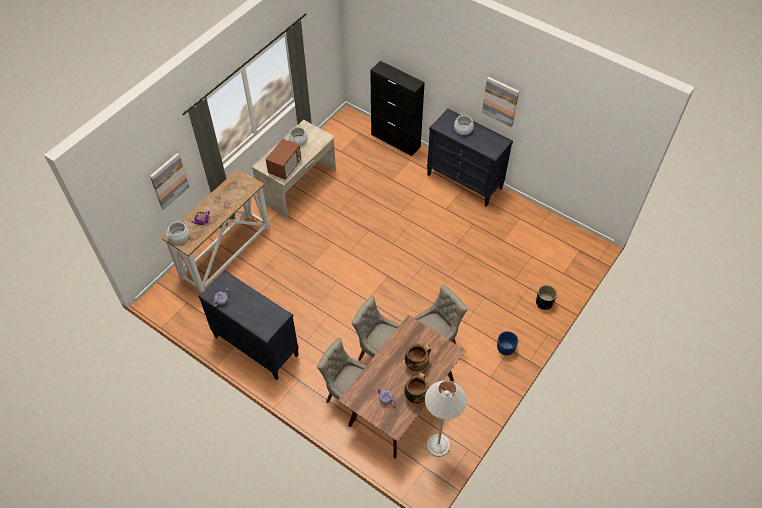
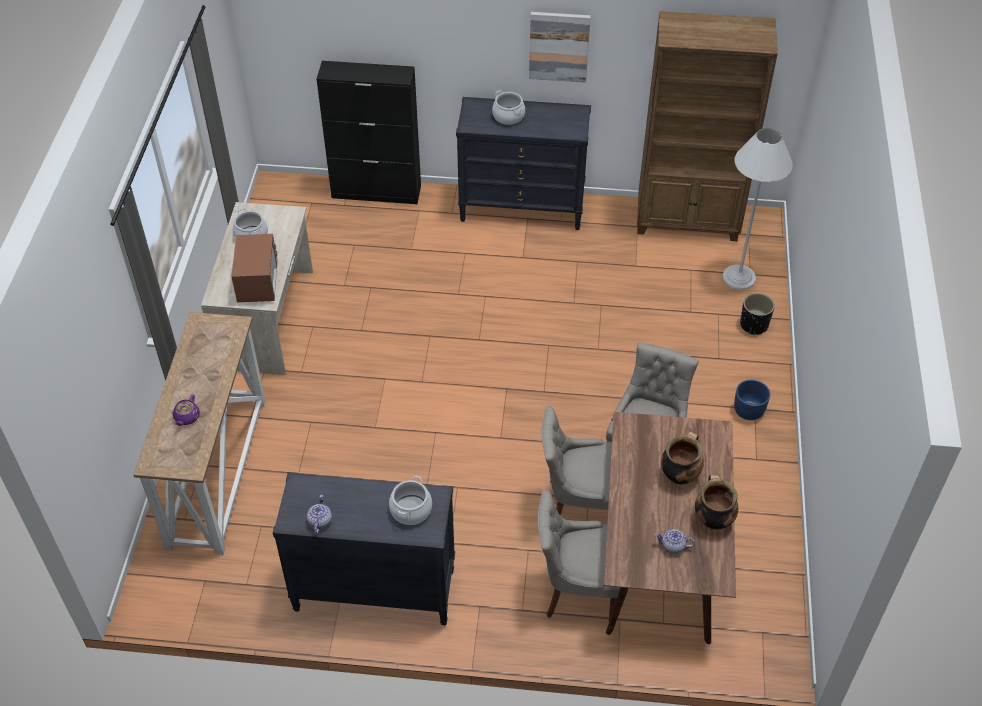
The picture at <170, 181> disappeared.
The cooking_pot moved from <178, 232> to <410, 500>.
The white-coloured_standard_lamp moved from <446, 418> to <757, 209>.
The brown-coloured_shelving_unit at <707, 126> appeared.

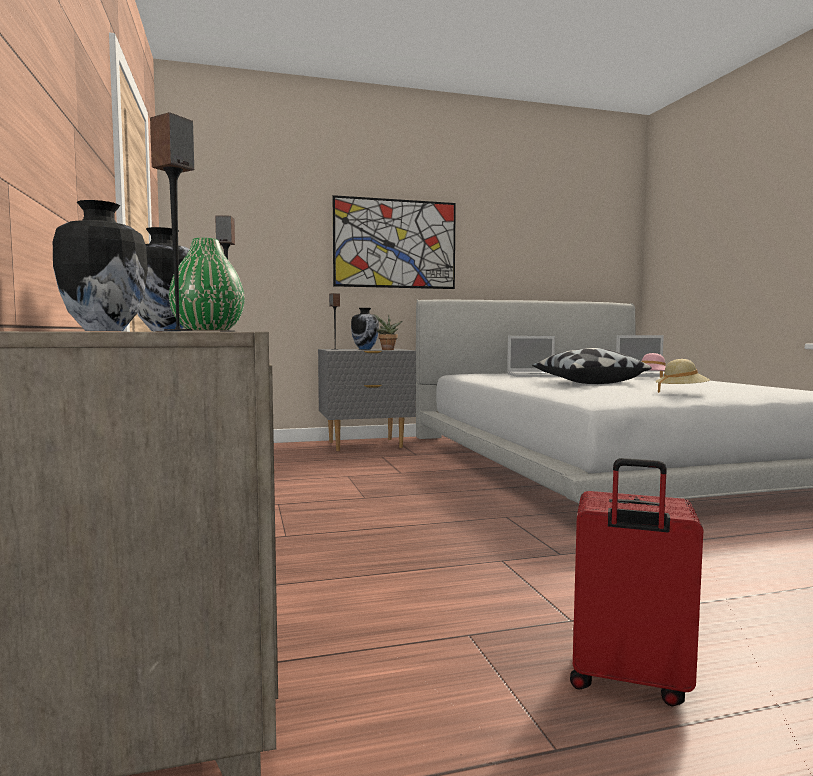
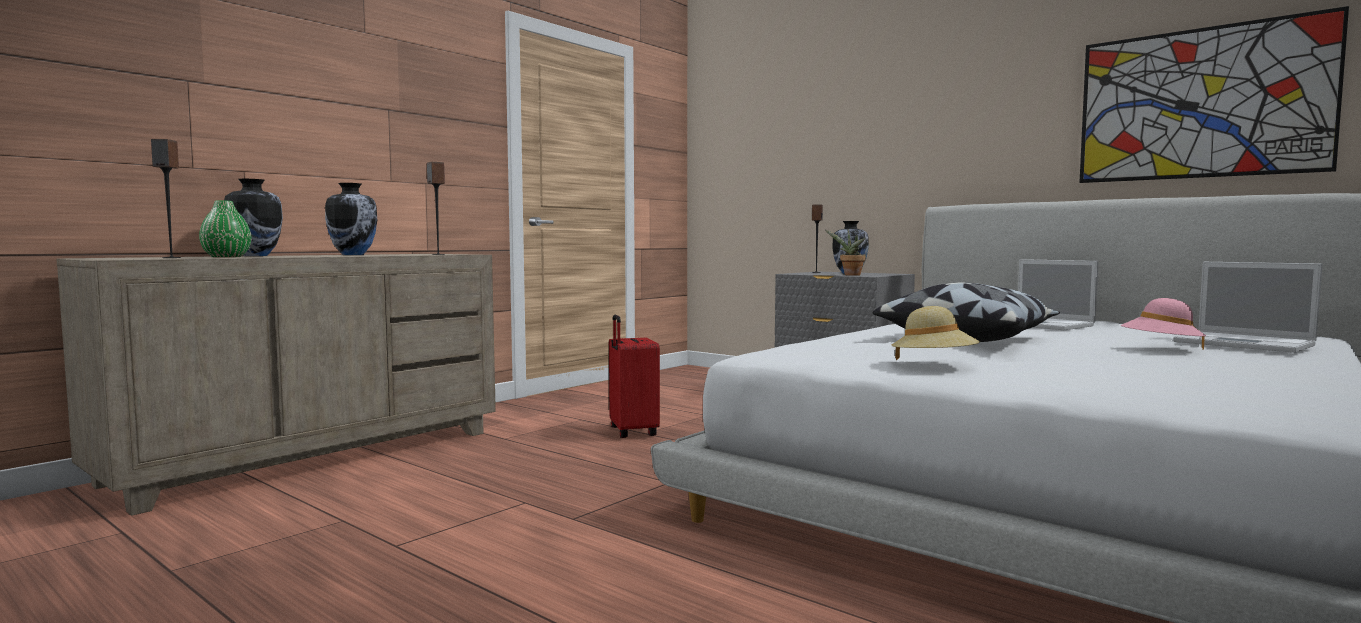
The picture moved from <394, 242> to <1214, 94>.
The red_travel_case moved from <636, 582> to <634, 376>.

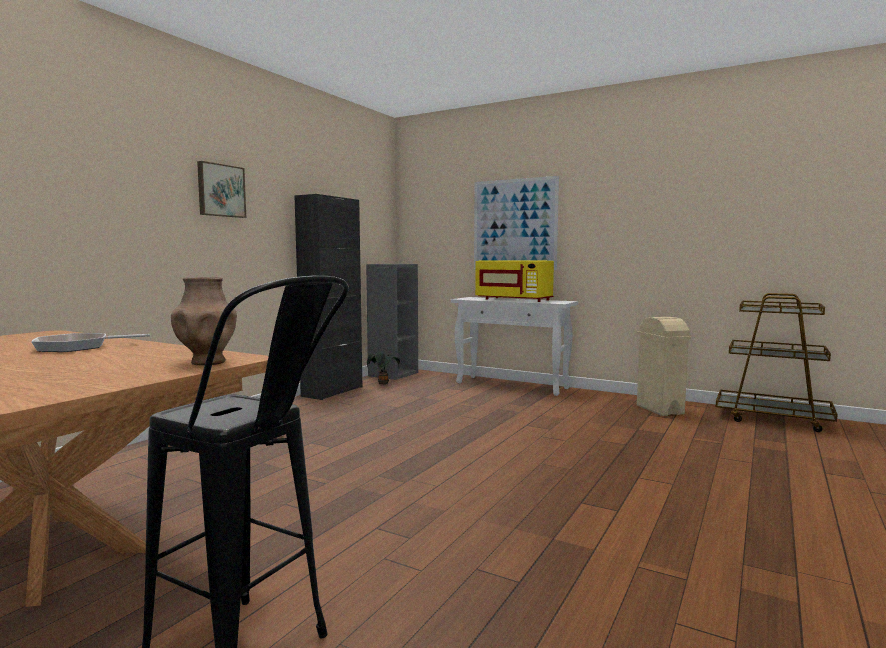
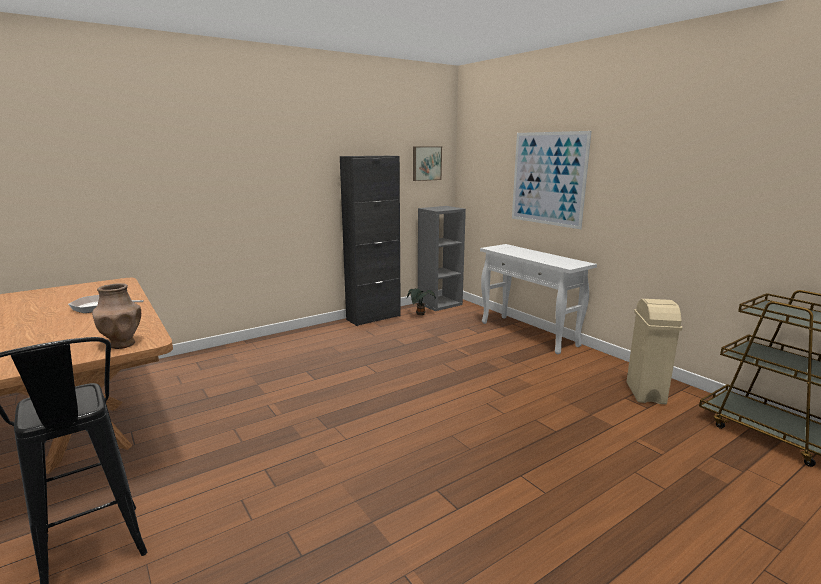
The picture moved from <221, 189> to <427, 164>.
The yellow_kitchen_microwave at <514, 281> disappeared.

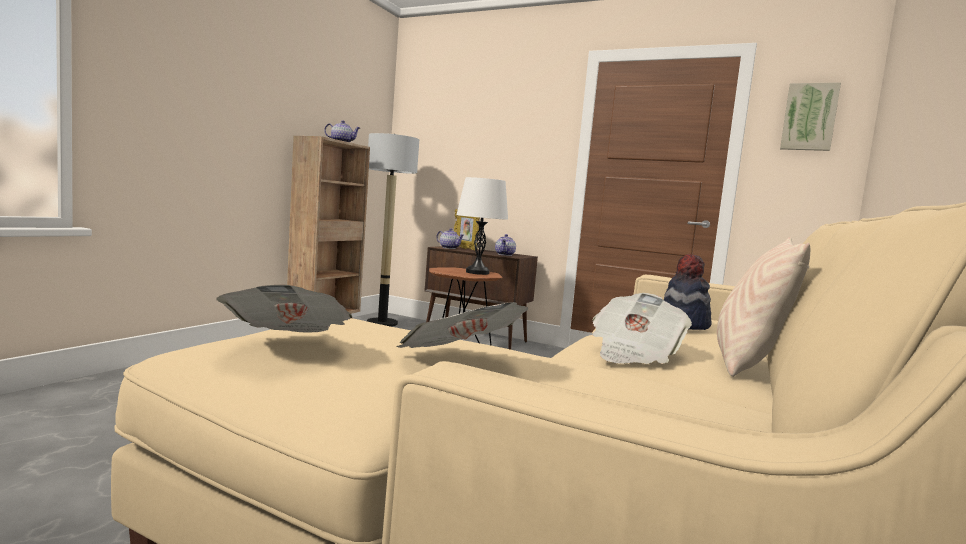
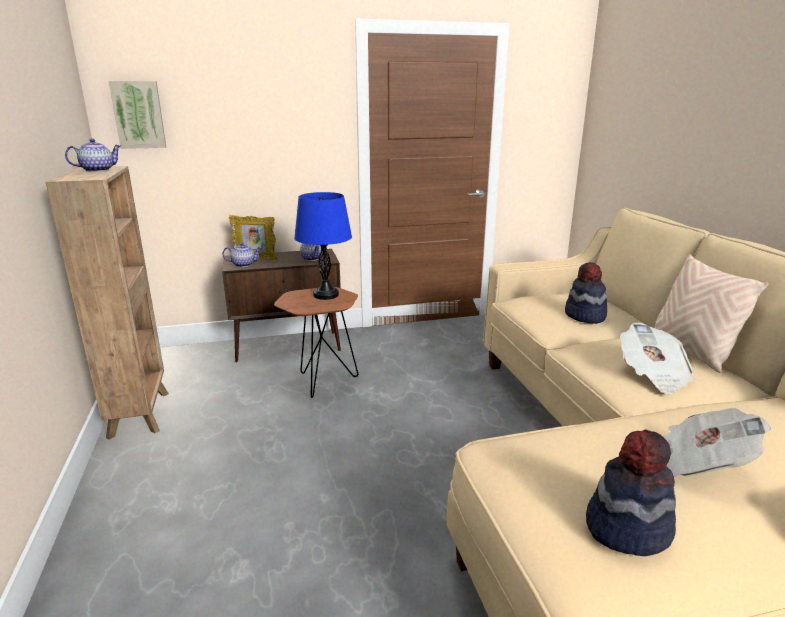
The picture moved from <810, 116> to <137, 115>.
The standard_lamp at <393, 230> disappeared.
The white-coloured_table_lamp at <482, 226> became the blue_table_lamp at <323, 246>.
The newspaper at <284, 308> was replaced by the clothing_hat at <631, 492>.

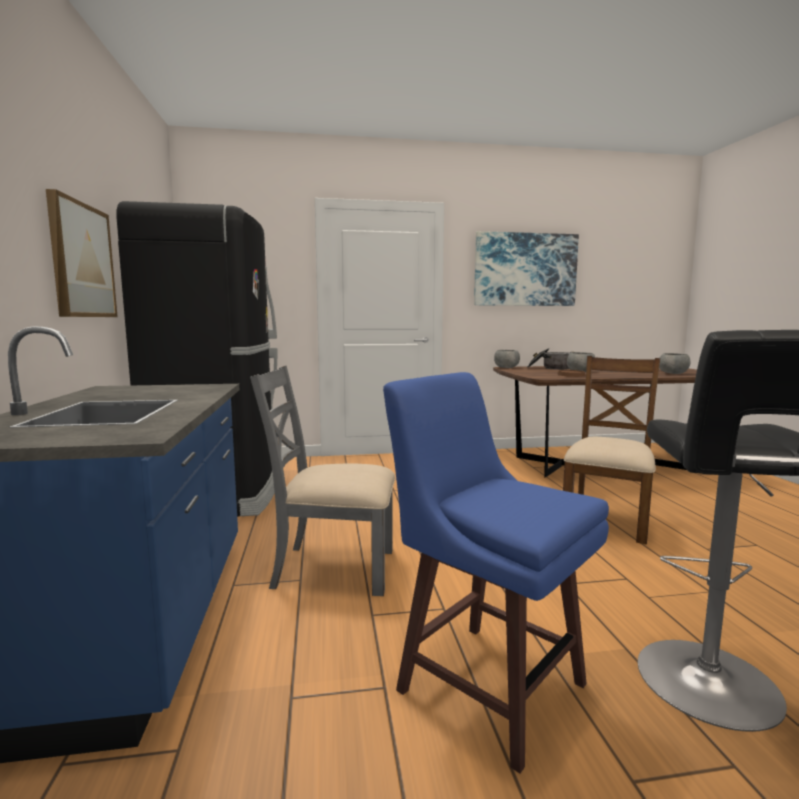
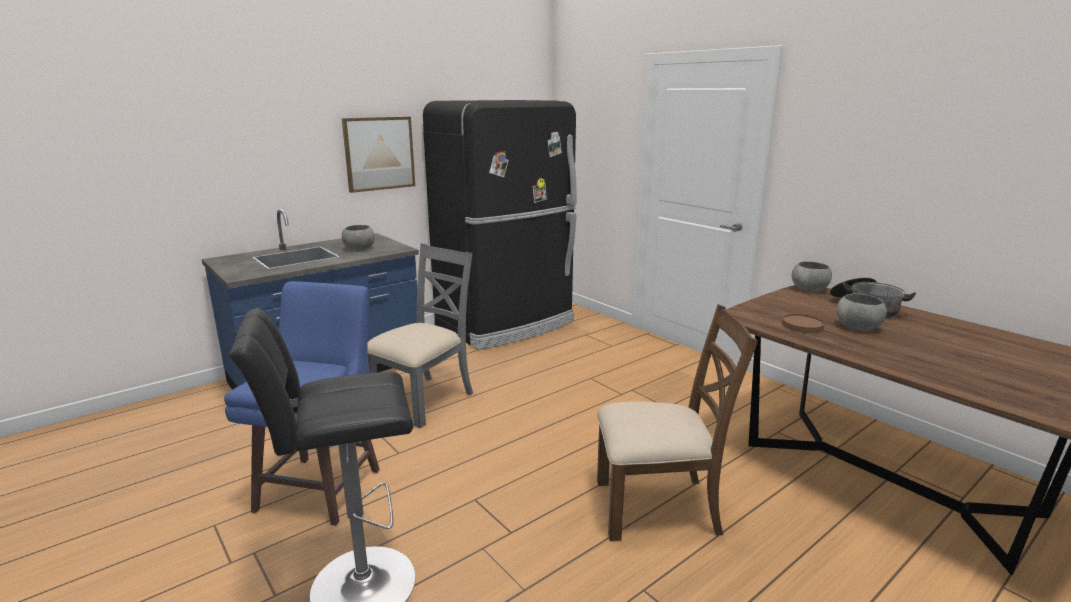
The picture at <526, 268> disappeared.
The grey_serving_bowl moved from <674, 363> to <358, 238>.
The grey_upright_chair at <322, 481> turned 60 degrees clockwise.

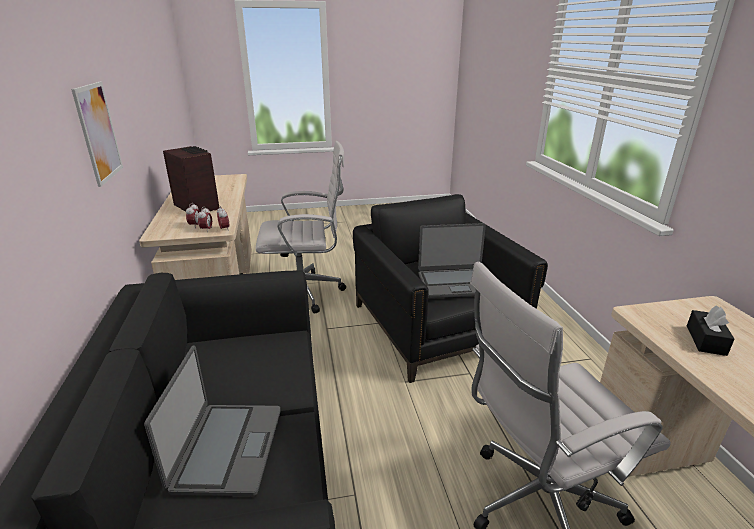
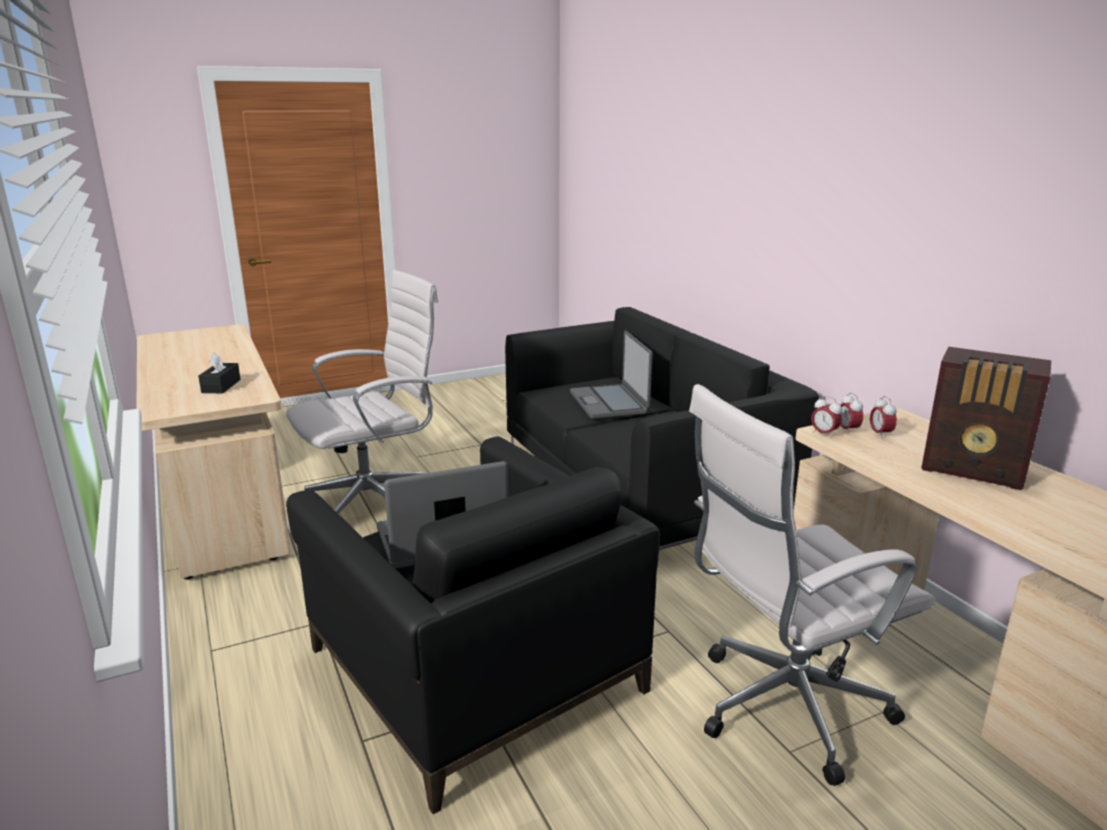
The picture at <97, 134> disappeared.

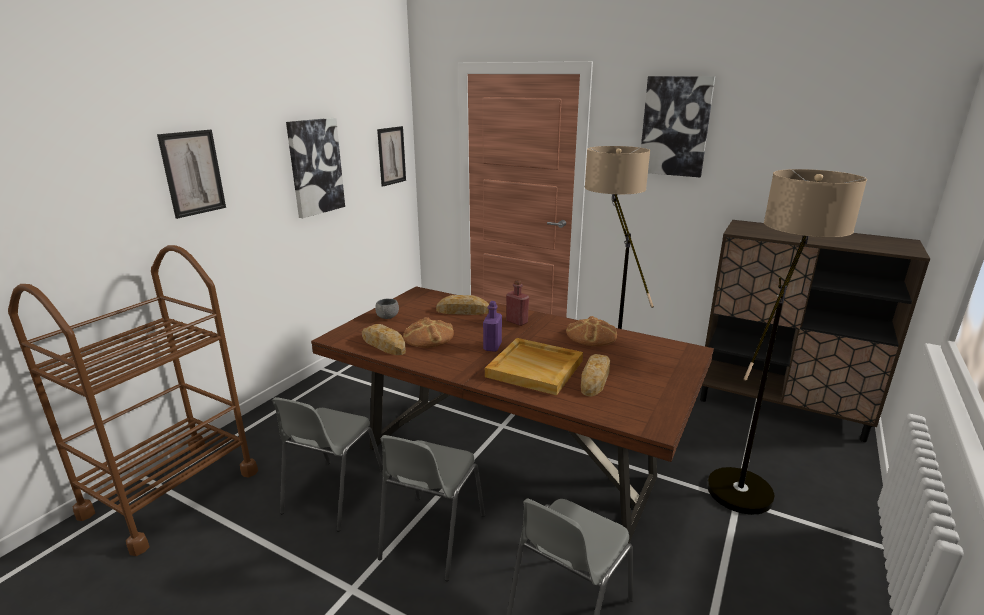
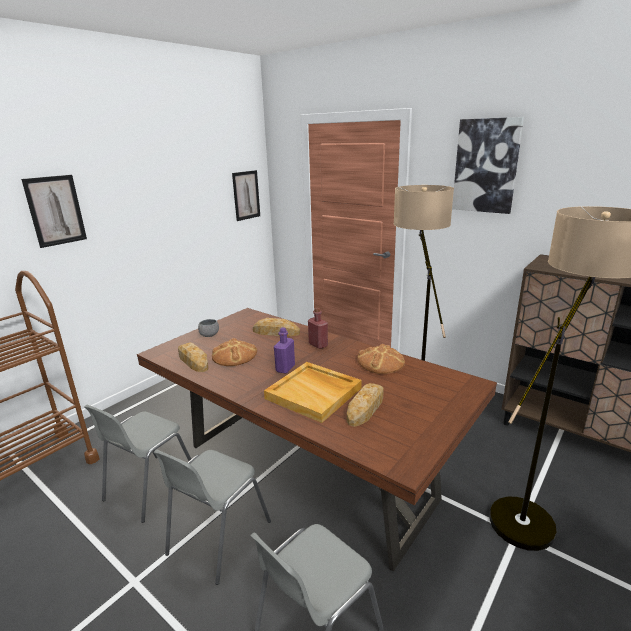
The picture at <315, 168> disappeared.

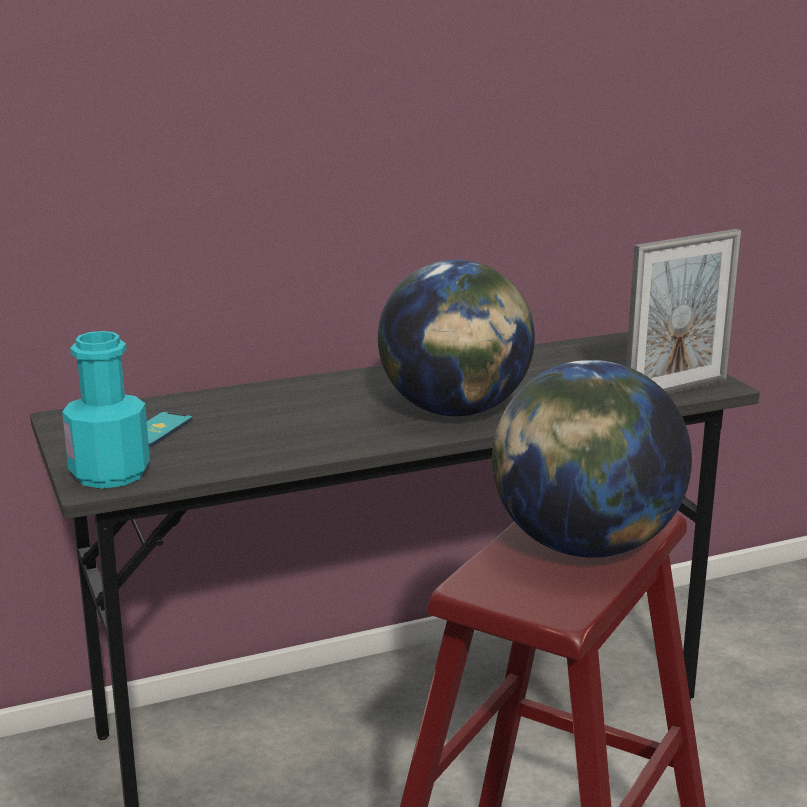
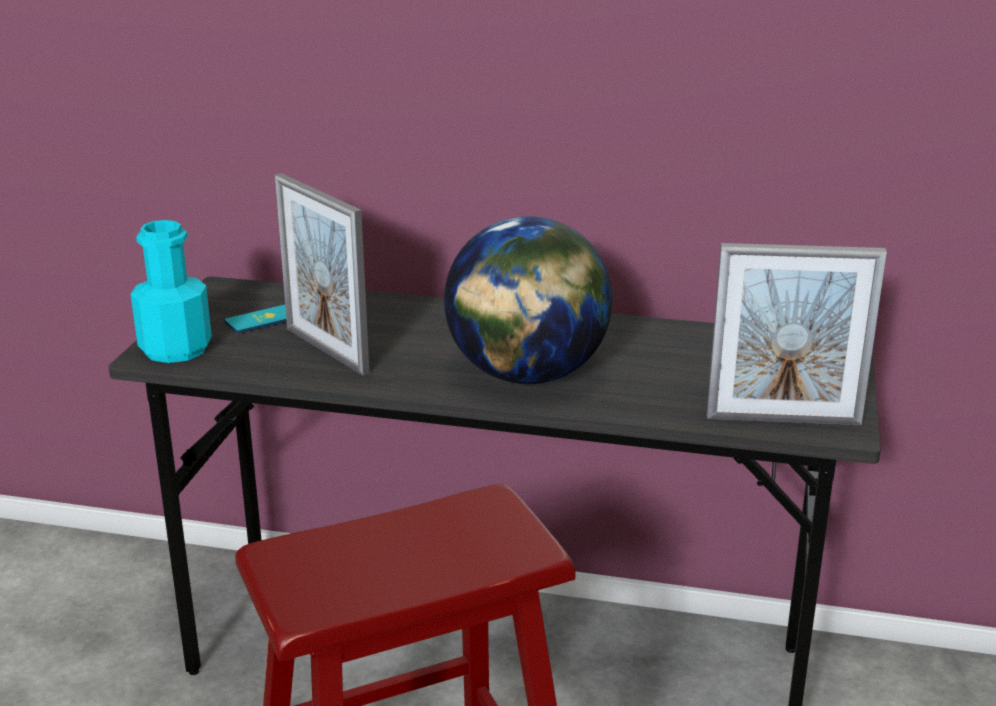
The world_globe at <592, 459> disappeared.
The picture_frame at <322, 274> appeared.

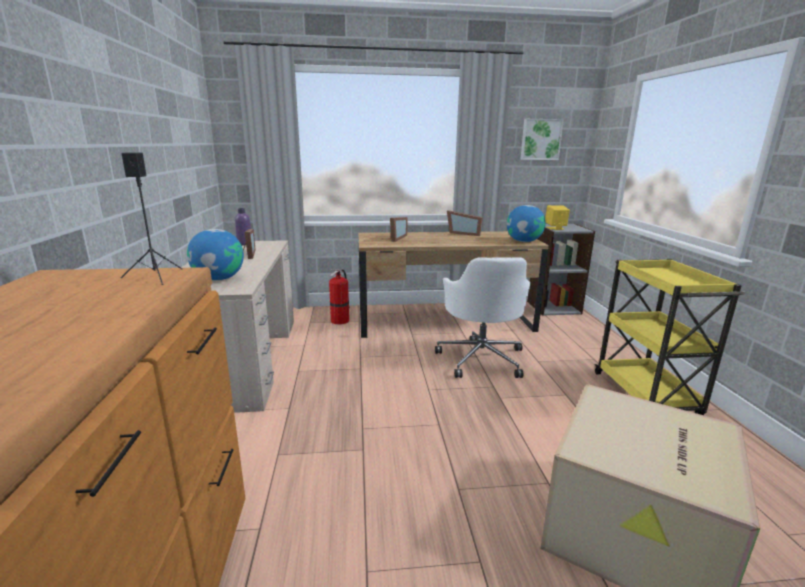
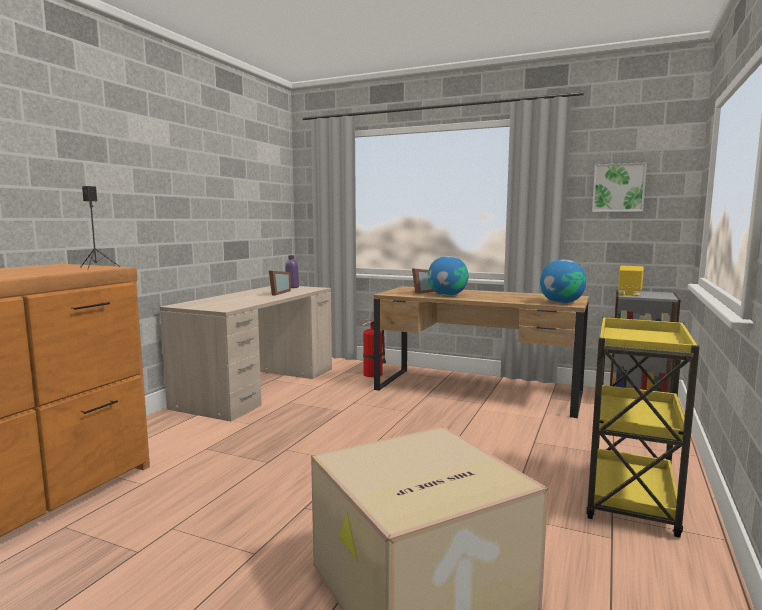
The picture_frame at <465, 223> disappeared.
The world_globe moved from <215, 255> to <448, 276>.
The white-coloured_desk_chair at <482, 317> disappeared.

